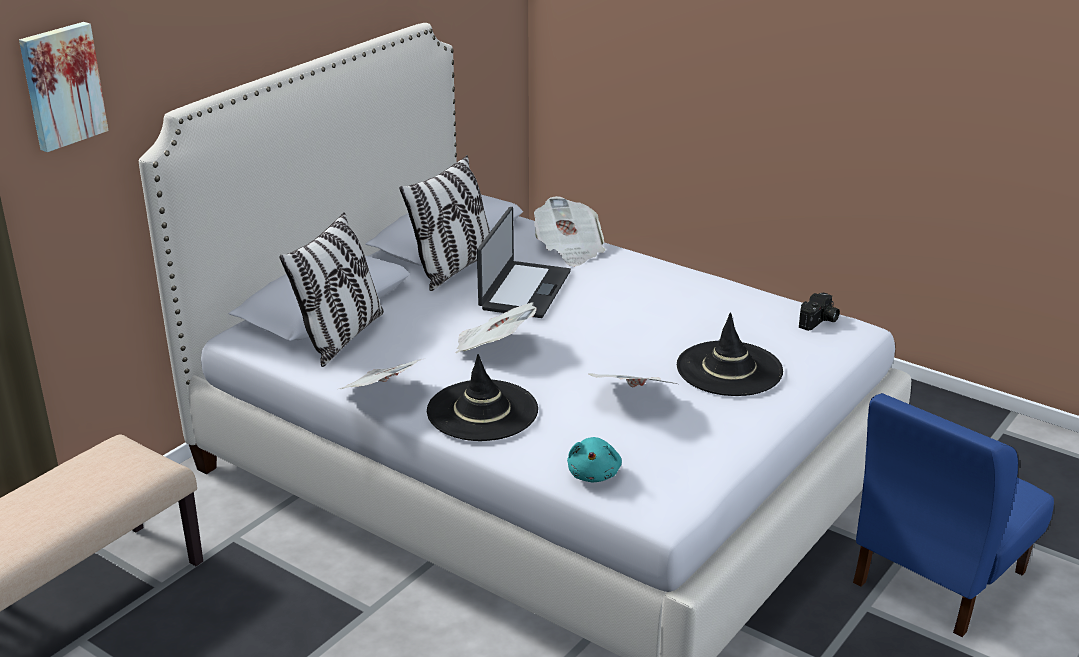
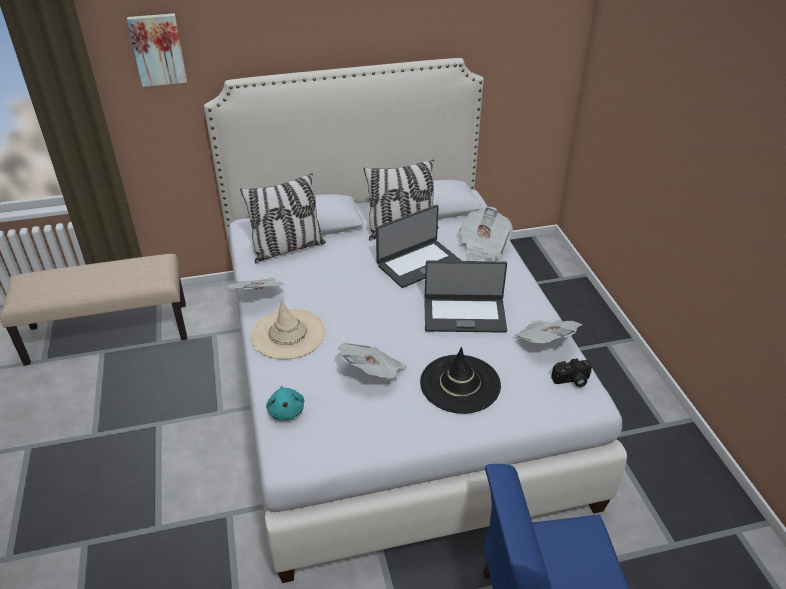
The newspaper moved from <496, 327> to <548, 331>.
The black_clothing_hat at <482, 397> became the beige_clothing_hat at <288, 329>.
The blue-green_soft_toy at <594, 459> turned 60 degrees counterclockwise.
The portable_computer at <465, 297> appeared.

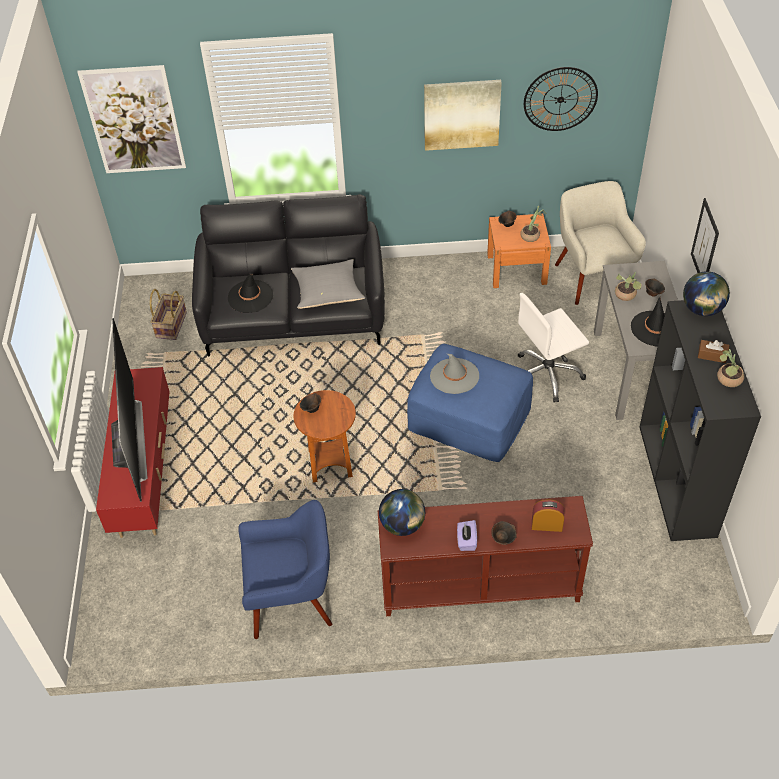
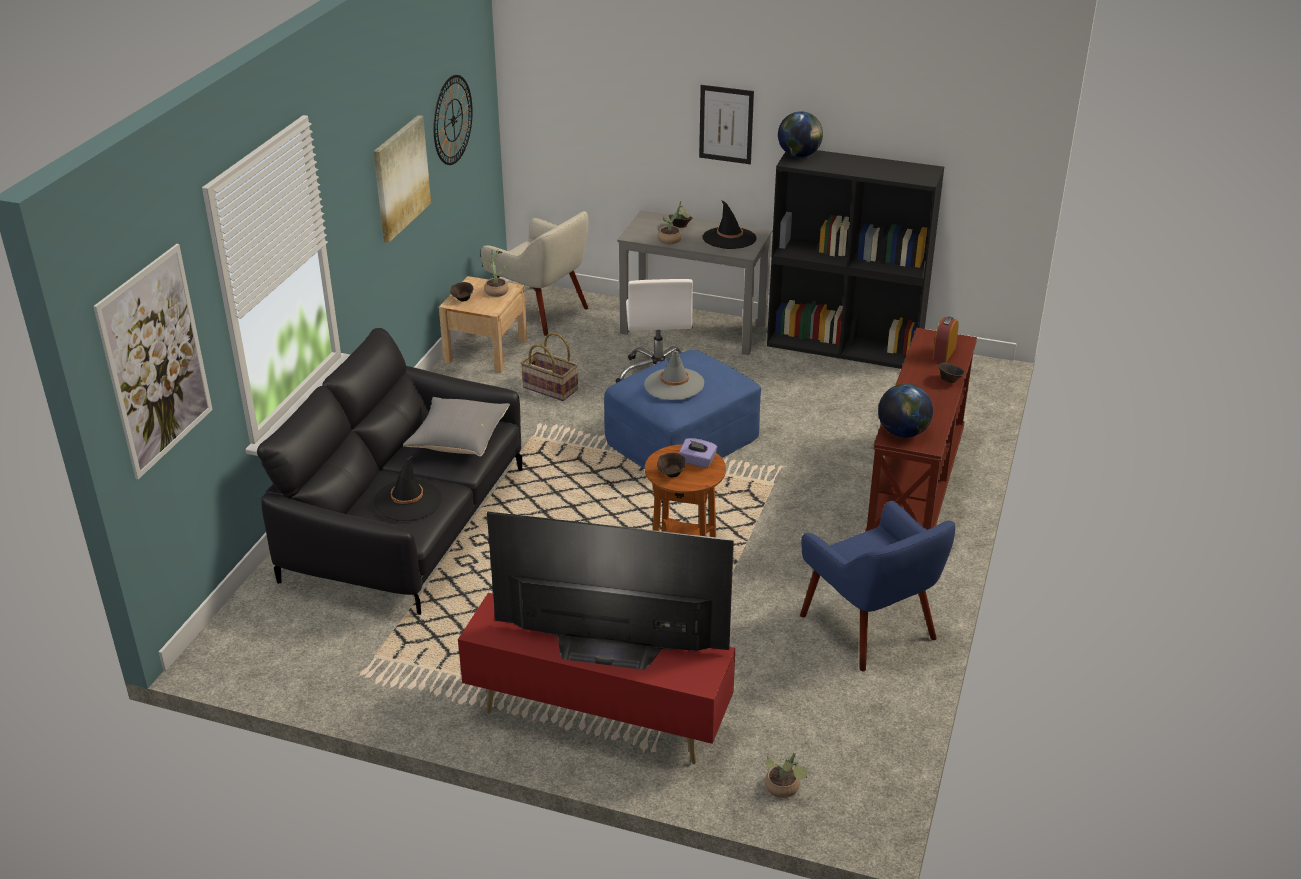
The beige_lounge_chair at <600, 243> turned 150 degrees counterclockwise.
The orangey_bedside_table at <519, 251> became the beige_bedside_table at <483, 324>.
The storage_basket moved from <168, 314> to <549, 366>.
The brown-coloured_tissue_holder at <714, 351> disappeared.
The potted_plant moved from <730, 368> to <786, 775>.
The blue_lounge_chair at <285, 569> turned 135 degrees clockwise.
The purplish_tissue_holder moved from <467, 535> to <698, 453>.

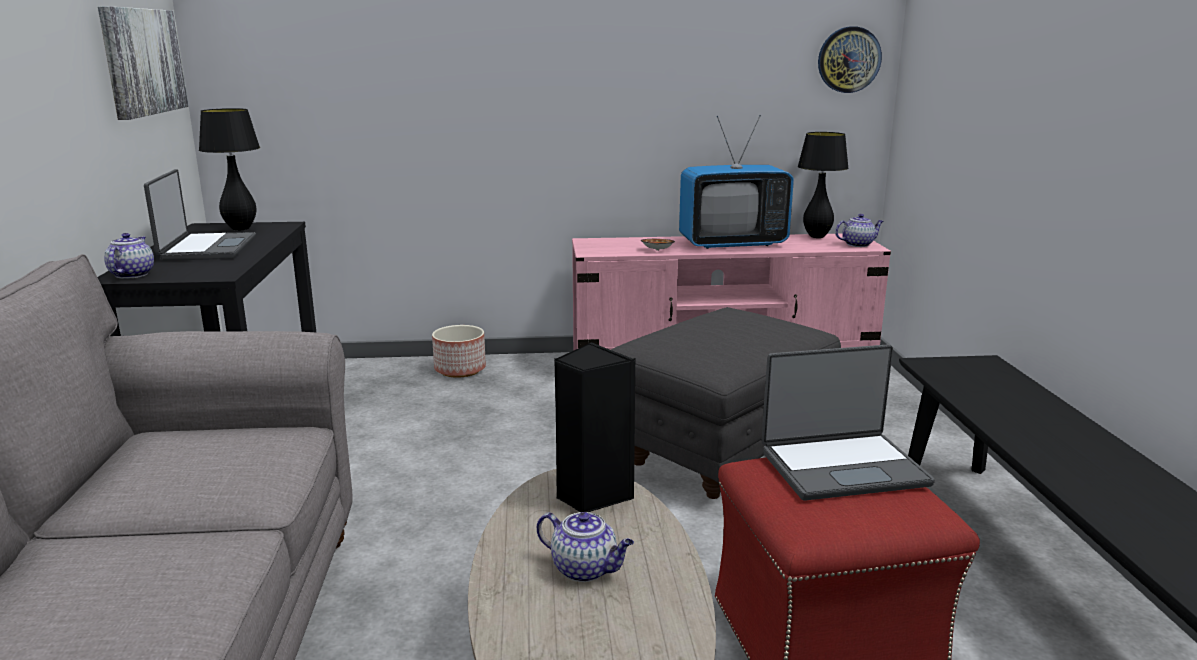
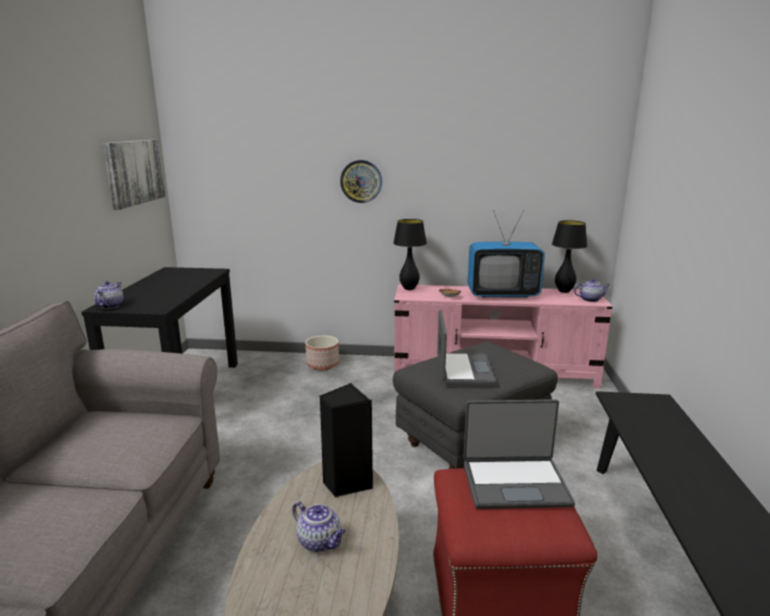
The hanging_clock moved from <850, 60> to <361, 181>.
The black_table_lamp moved from <229, 169> to <410, 254>.
The portable_computer moved from <200, 215> to <467, 348>.

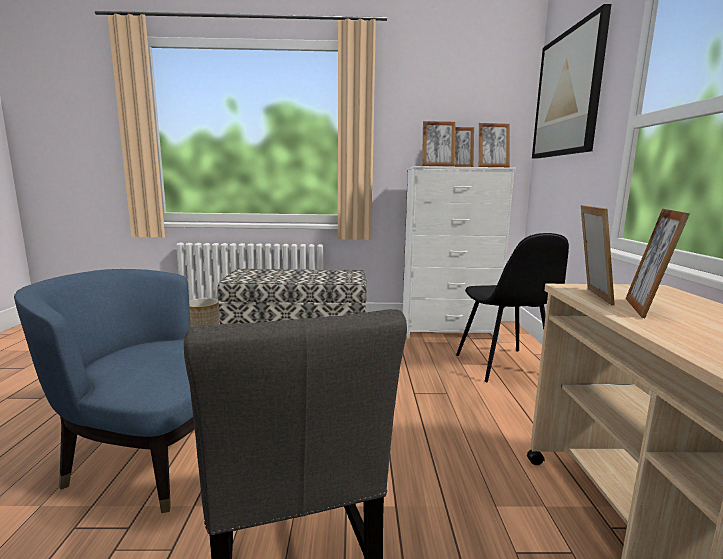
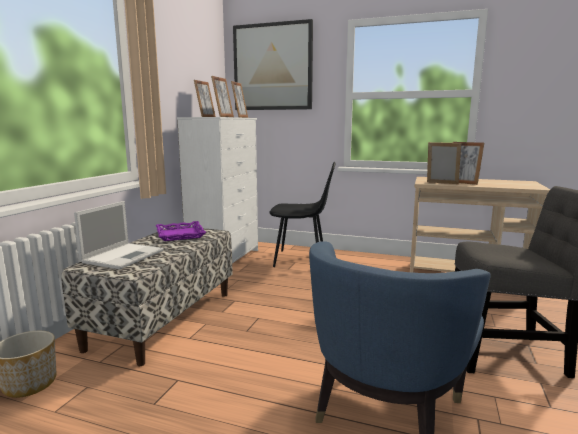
The portable_computer at <119, 235> appeared.
The purplish_serving_tray at <181, 231> appeared.

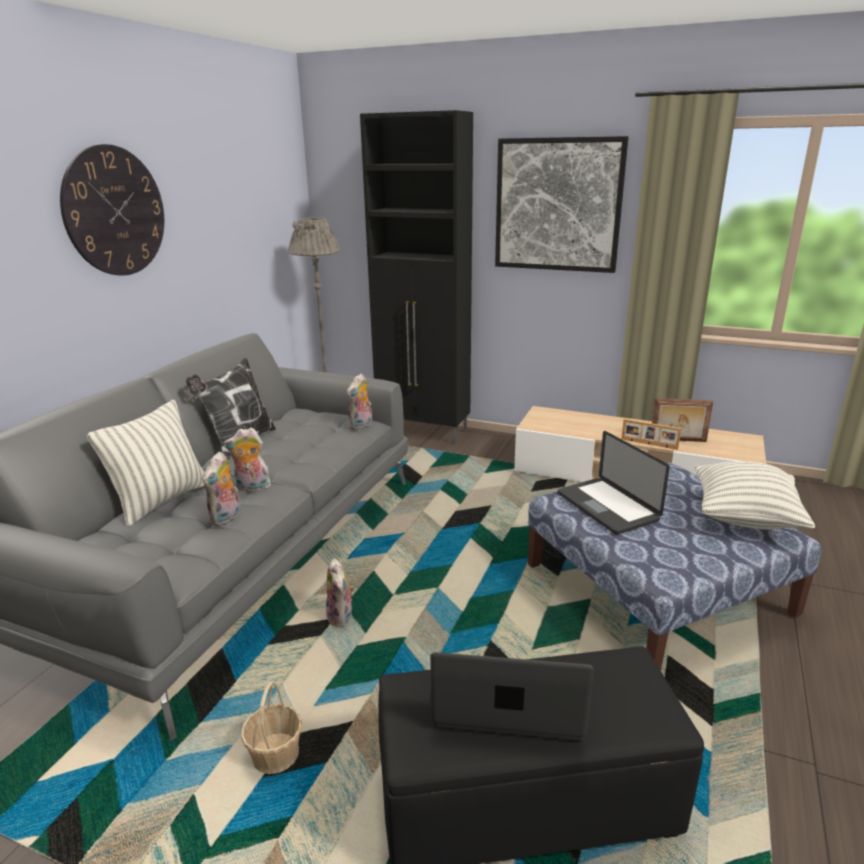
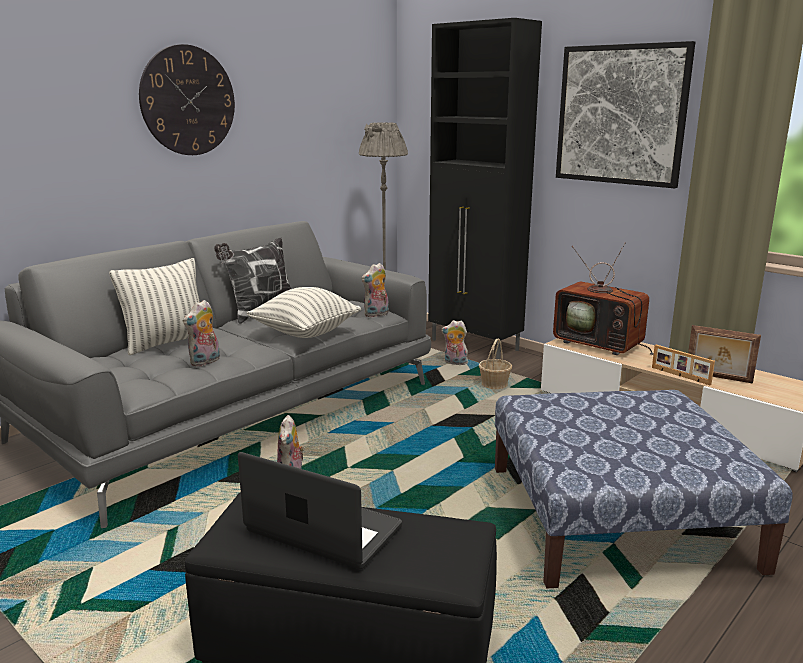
The soft_toy moved from <247, 460> to <454, 342>.
The portable_computer at <614, 483> disappeared.
The pillow moved from <755, 495> to <304, 312>.
The storage_basket moved from <271, 728> to <495, 364>.
The TV_set at <603, 298> appeared.

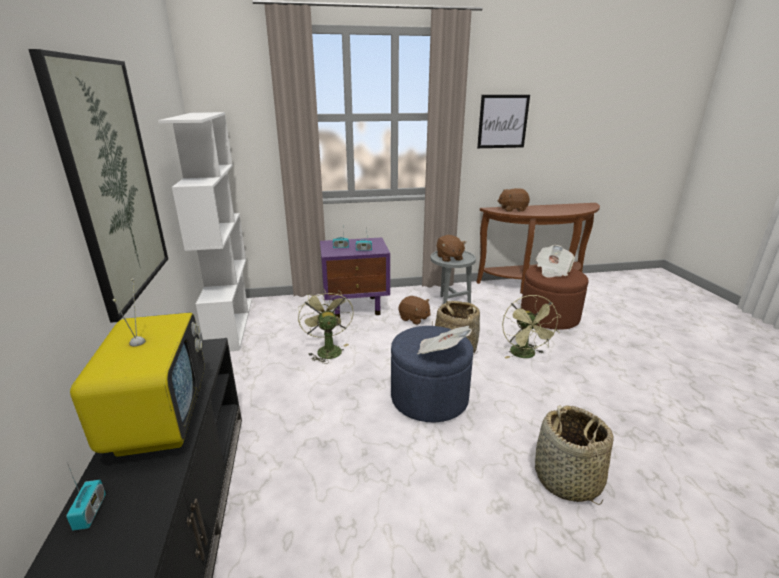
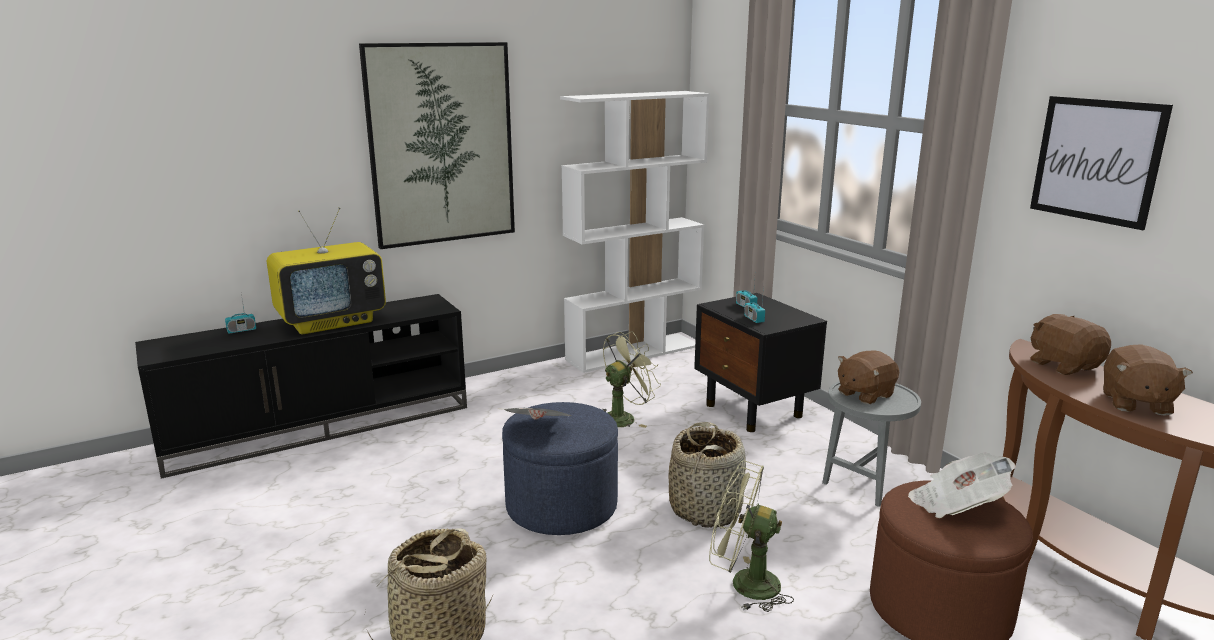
The purplish_bedside_table at <355, 277> became the black_bedside_table at <760, 362>.
The greenish_fan at <531, 327> turned 45 degrees clockwise.
The brown-coloured_soft_toy moved from <415, 310> to <1148, 380>.

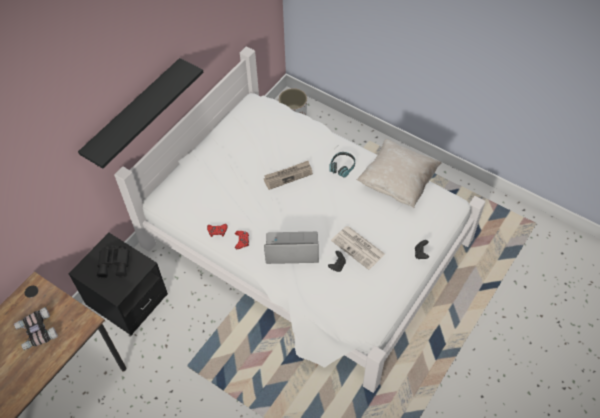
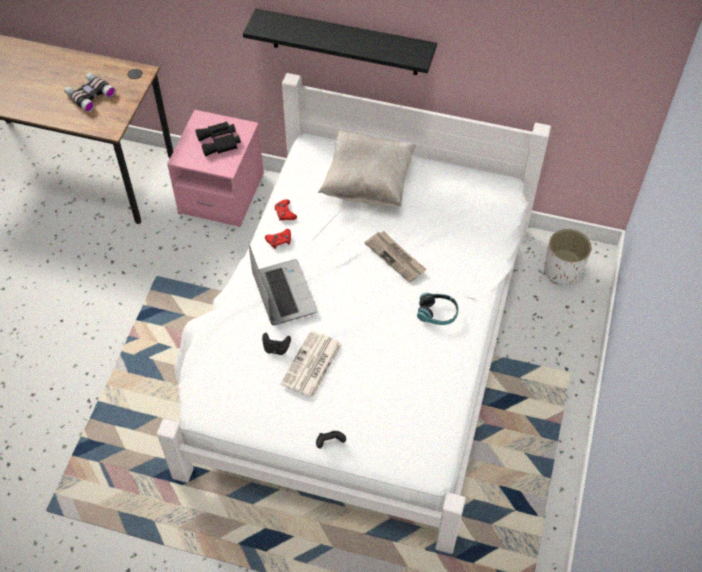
The beige_pillow moved from <399, 173> to <367, 168>.
The black_bedside_table at <118, 284> became the pinkish_bedside_table at <215, 168>.

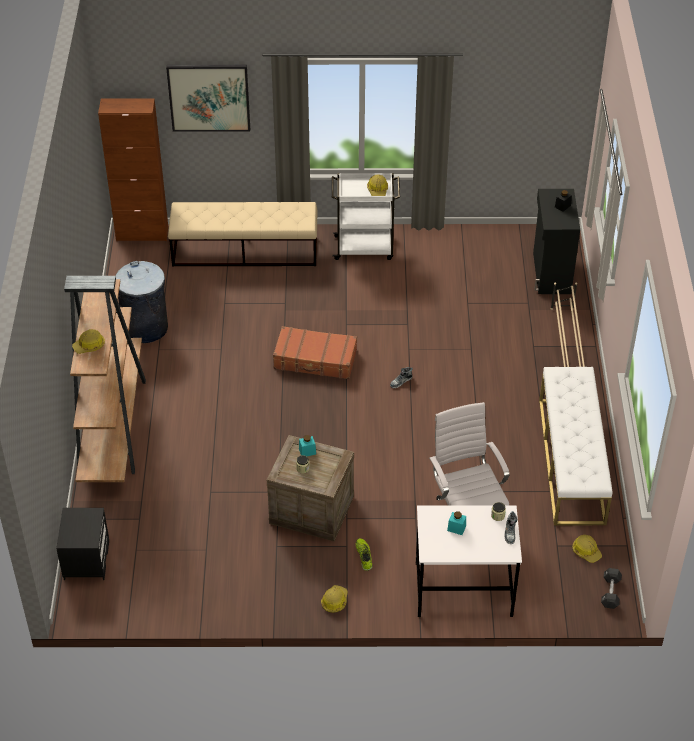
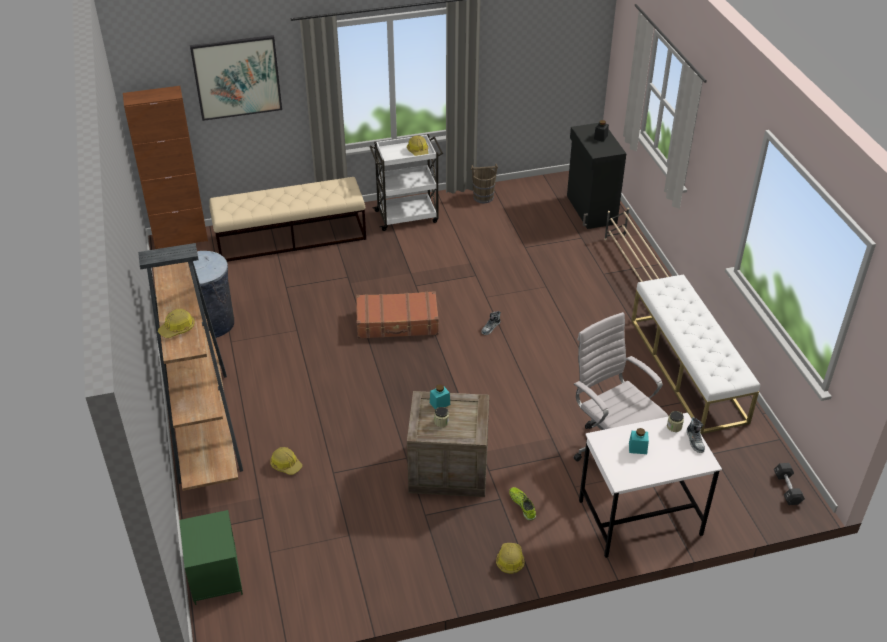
The black_bedside_table at <82, 544> became the greenish_bedside_table at <211, 557>.
The hard_hat moved from <587, 549> to <286, 461>.
The brown-coloured_water_bucket at <484, 183> appeared.

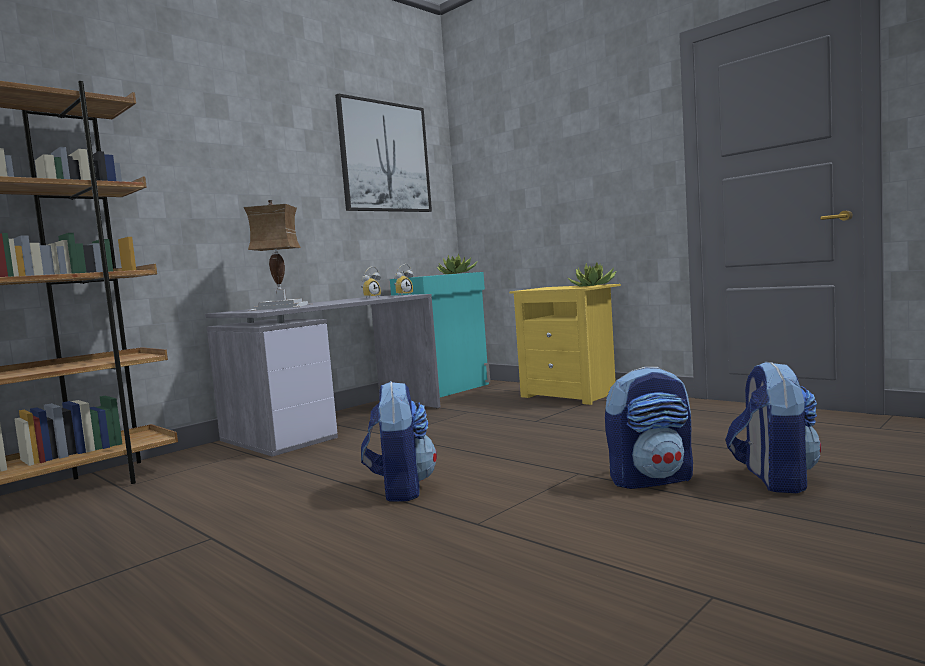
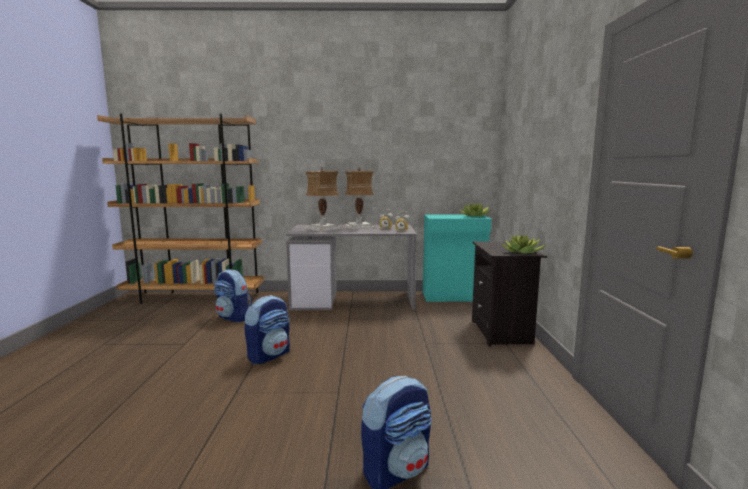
The picture at <383, 152> disappeared.
The yellow_bedside_table at <565, 344> became the black_bedside_table at <509, 294>.
The rucksack moved from <649, 428> to <233, 295>.
The table_lamp at <360, 198> appeared.

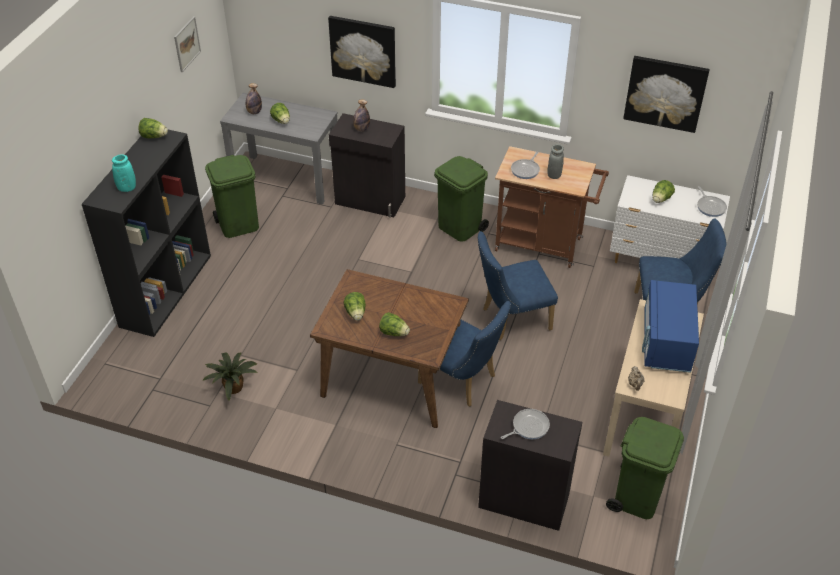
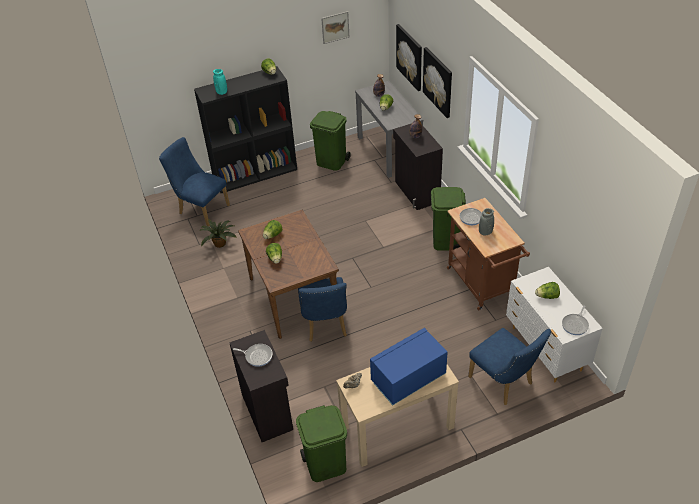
The picture moved from <666, 94> to <409, 57>.
The blue_upright_chair moved from <518, 285> to <194, 182>.

